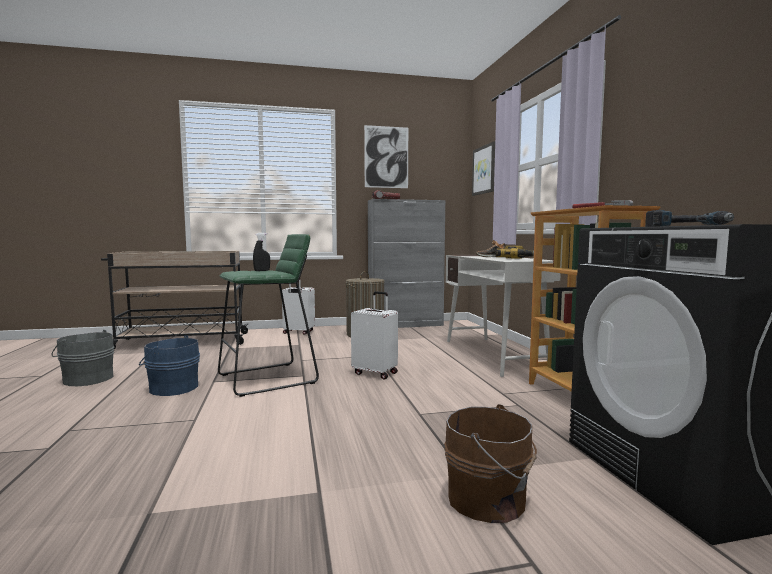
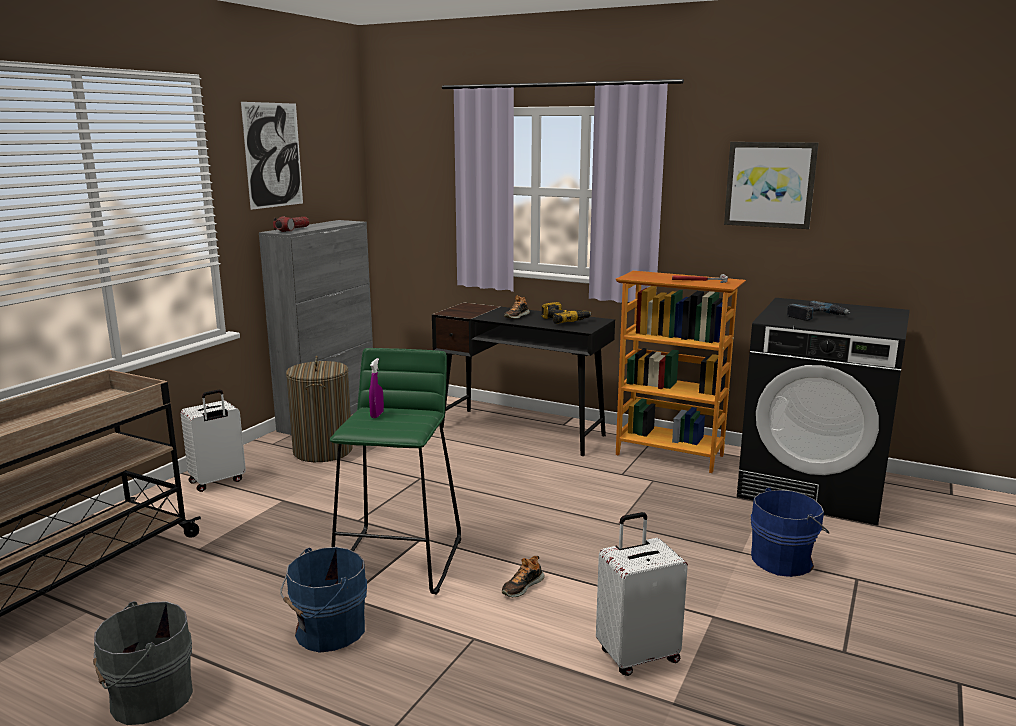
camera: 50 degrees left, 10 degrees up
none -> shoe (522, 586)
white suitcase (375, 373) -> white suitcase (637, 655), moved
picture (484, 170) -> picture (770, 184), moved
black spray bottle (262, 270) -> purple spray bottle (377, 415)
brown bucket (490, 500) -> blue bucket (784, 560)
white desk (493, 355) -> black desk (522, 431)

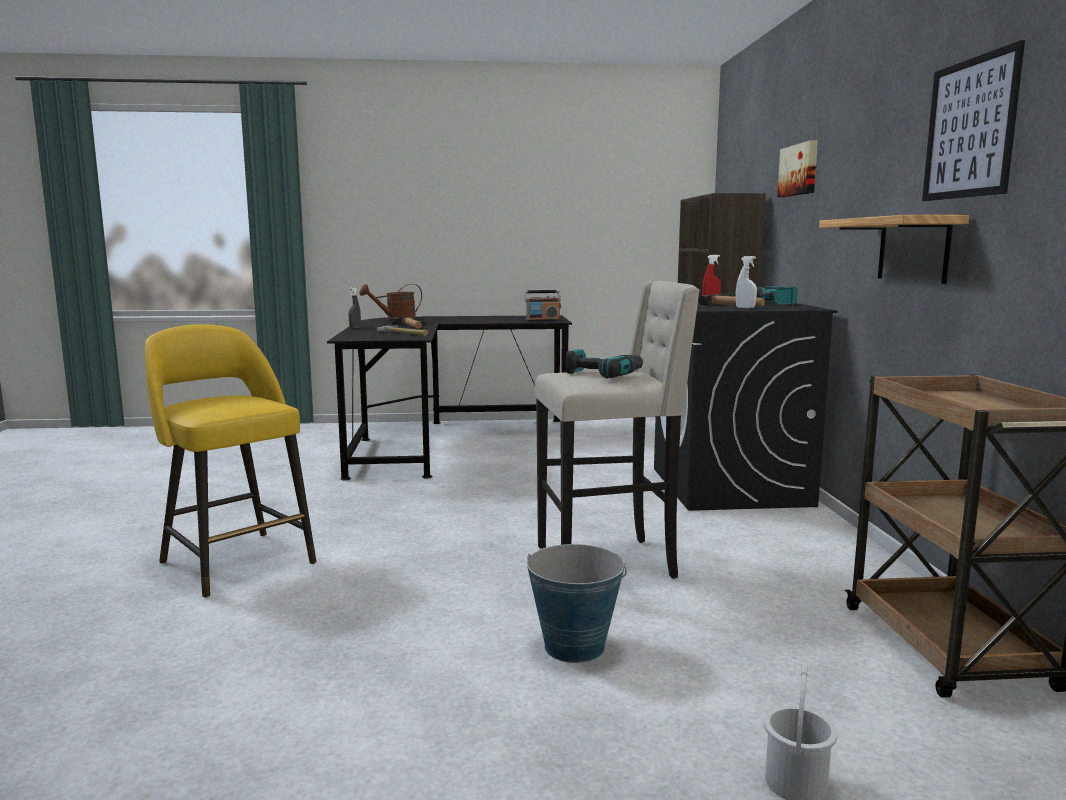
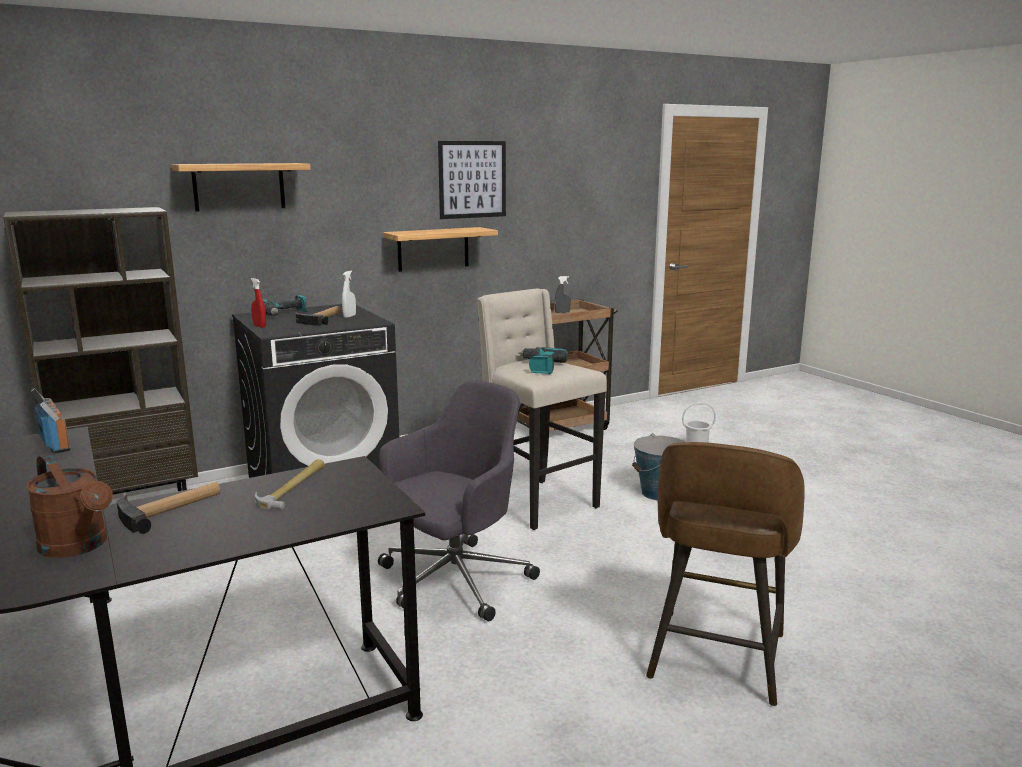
camera: 115 degrees left, 5 degrees up
none -> grey office chair (452, 581)
grey spray bottle (355, 328) -> grey spray bottle (562, 313), moved
picture (799, 170) -> shelf (239, 186)
yellow stool (235, 561) -> brown stool (715, 658)

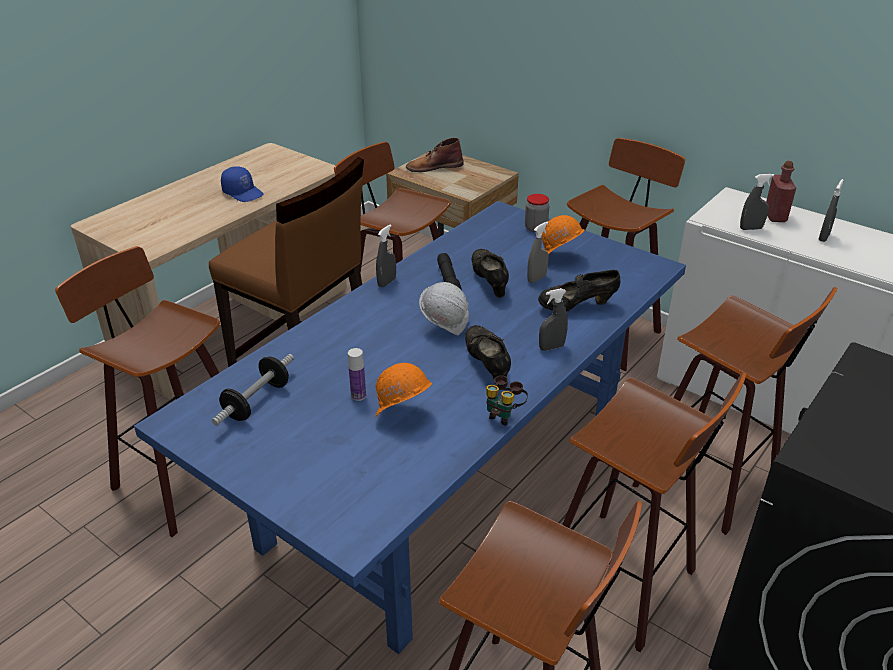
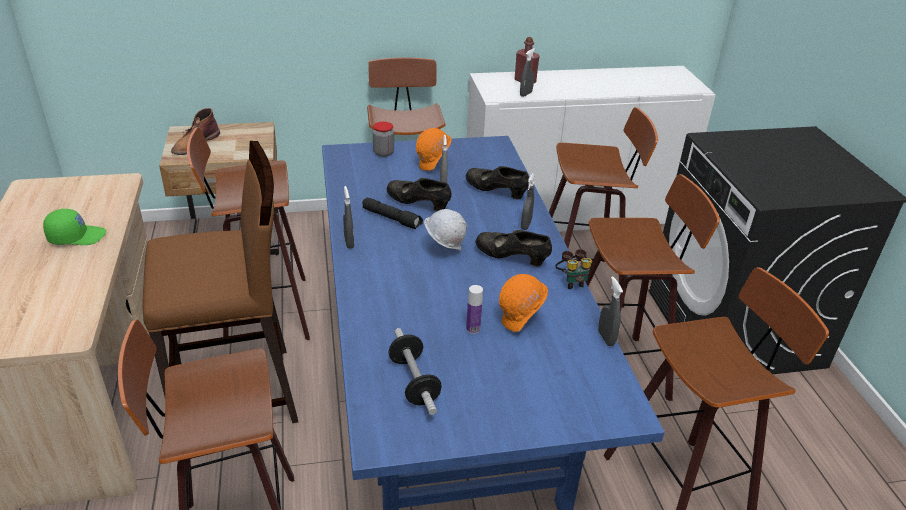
camera: 50 degrees left, 0 degrees up
grey spray bottle (824, 237) -> grey spray bottle (606, 338), moved
blue cap (243, 193) -> green cap (77, 236)
black shoe (577, 306) -> black shoe (496, 192), 90 degrees clockwise

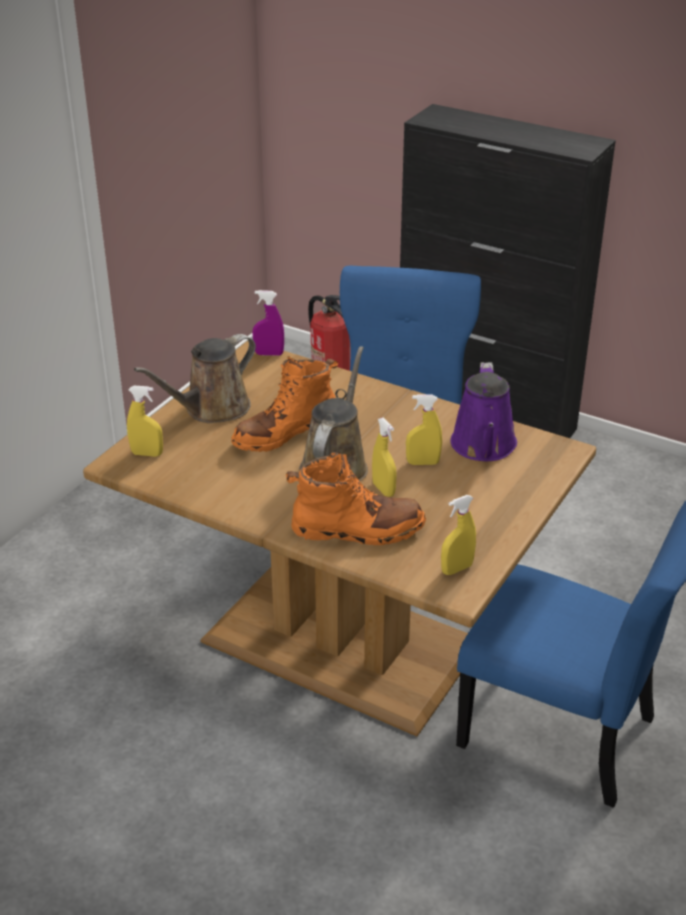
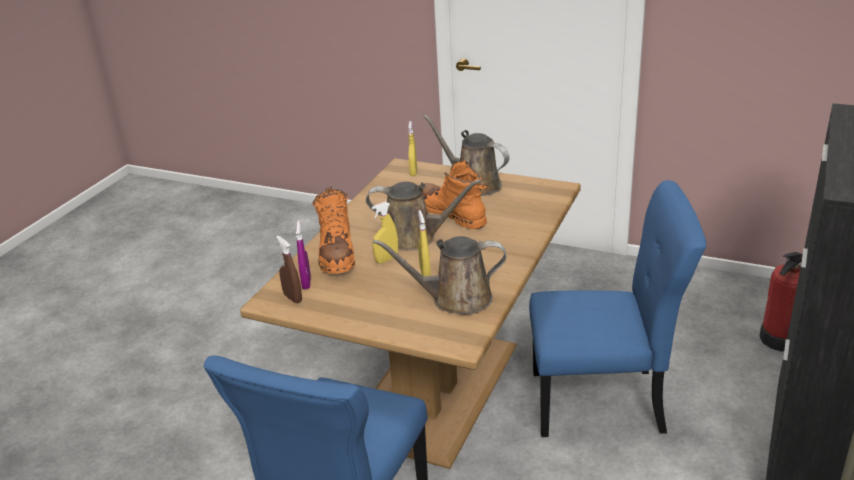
camera: 85 degrees right, 5 degrees down
purple spray bottle (269, 354) -> purple spray bottle (306, 283), moved
yellow spray bottle (457, 569) -> brown spray bottle (292, 298)
purple watering can (484, 447) -> brown watering can (455, 299)

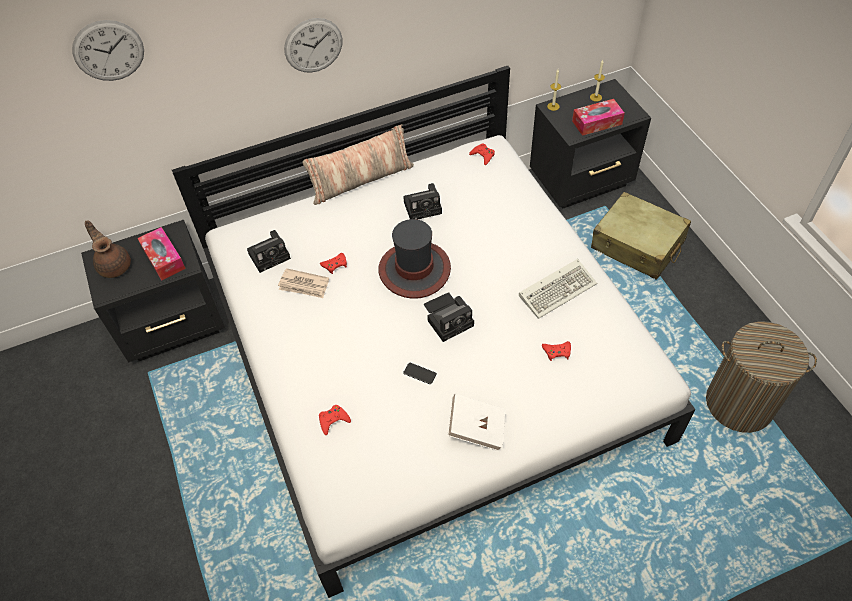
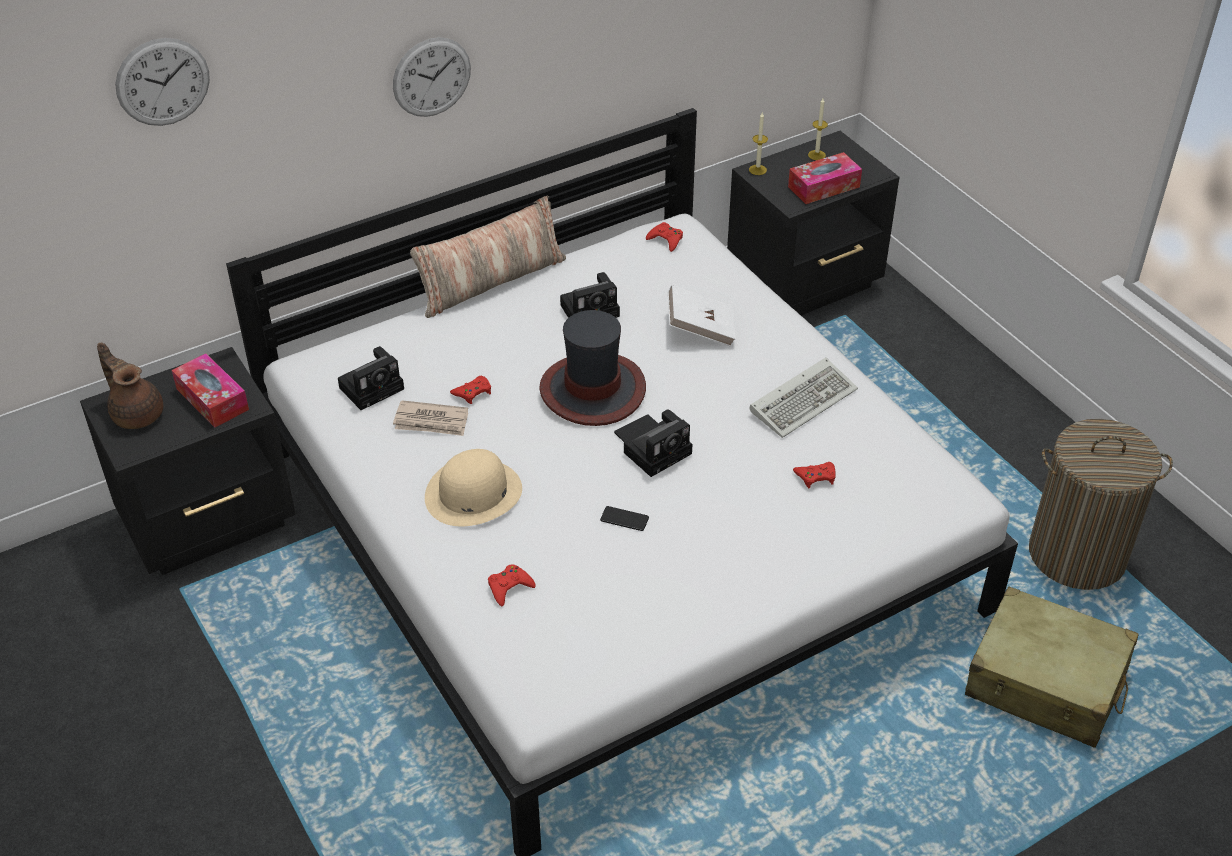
camera: 10 degrees left, 10 degrees down
none -> beige hat (473, 493)
white book (476, 428) -> white book (700, 329), moved
beige suitcase (637, 245) -> beige suitcase (1046, 683), moved

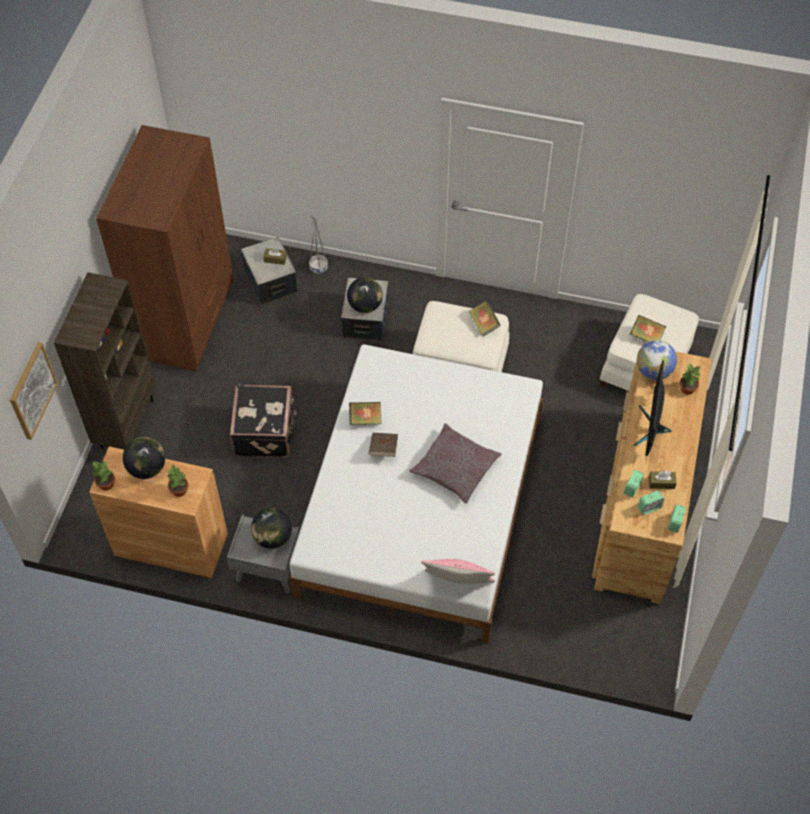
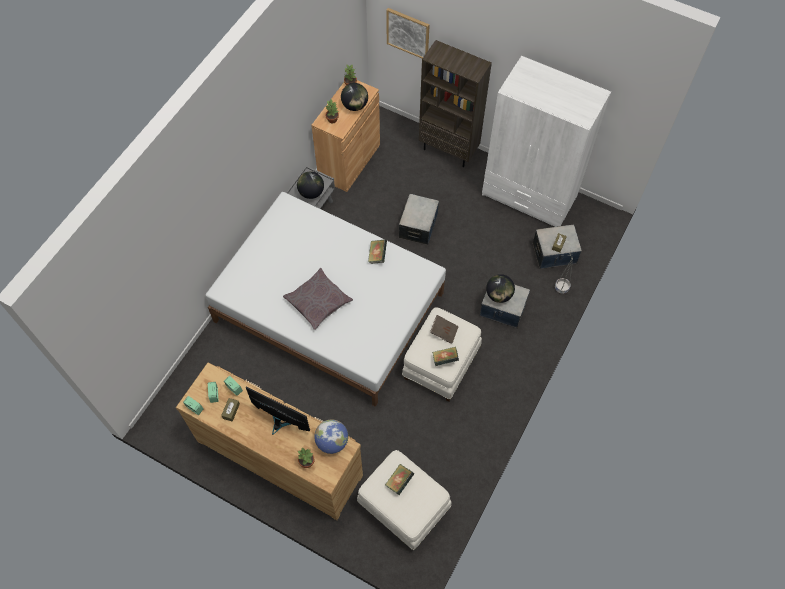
camera: 105 degrees right, 5 degrees up
pink pillow (457, 586) -> none
brown book (383, 449) -> brown book (444, 332), moved
black suitcase (265, 432) -> storage box (418, 226)
brown wardrobe (187, 319) -> white wardrobe (529, 196)

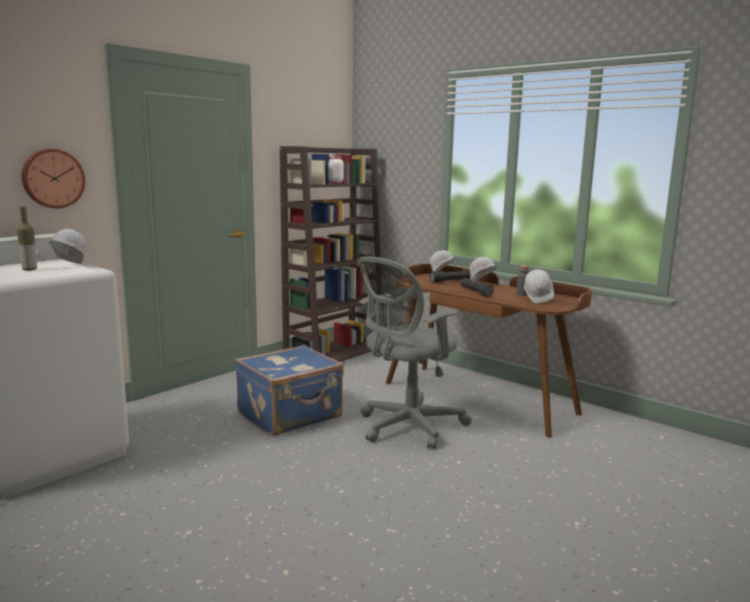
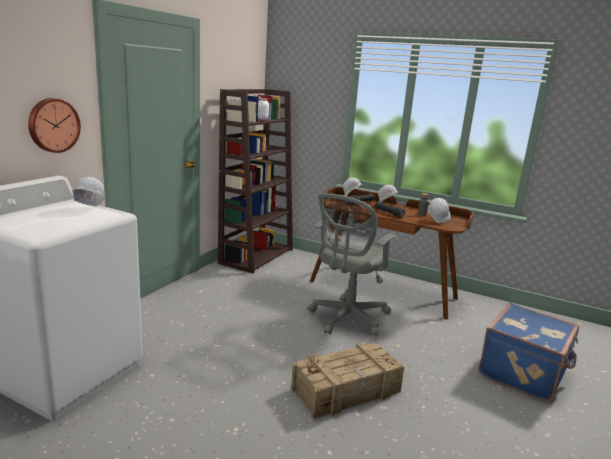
camera: 15 degrees left, 5 degrees up
bottle (29, 269) -> none
none -> crate (347, 390)
blue suitcase (291, 416) -> blue suitcase (524, 373), moved

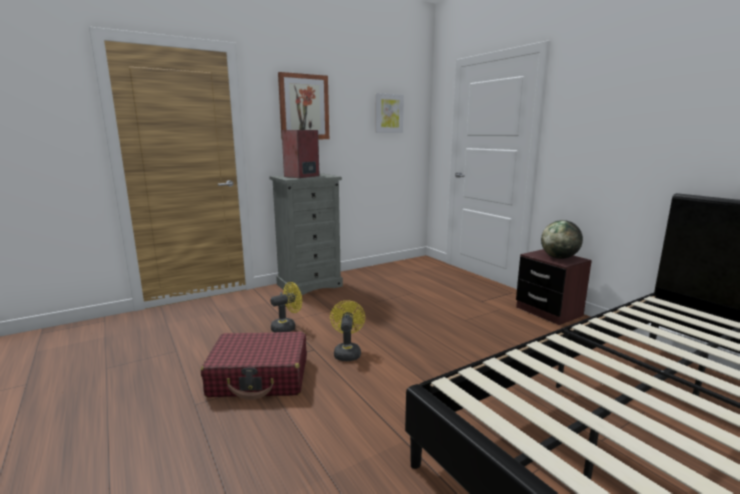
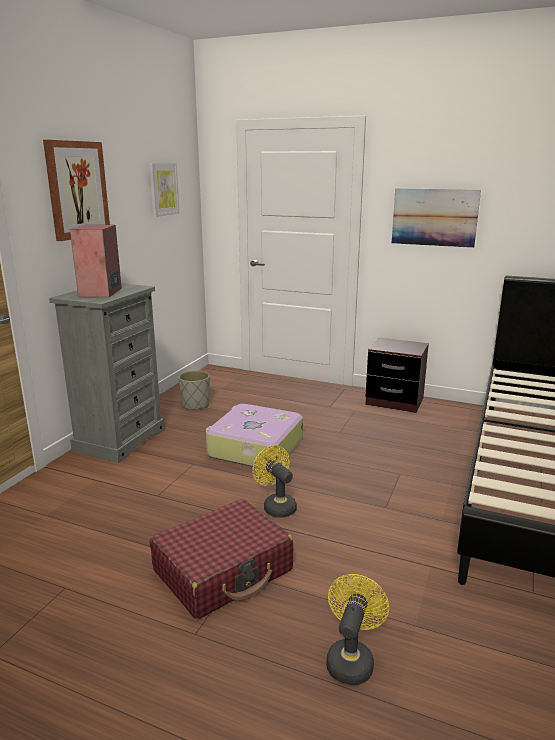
camera: 35 degrees left, 5 degrees up
globe (559, 258) -> none
none -> grey planter (195, 405)
none -> suitcase (254, 448)
none -> picture (434, 217)
yellow fan (287, 327) -> yellow fan (351, 659), moved

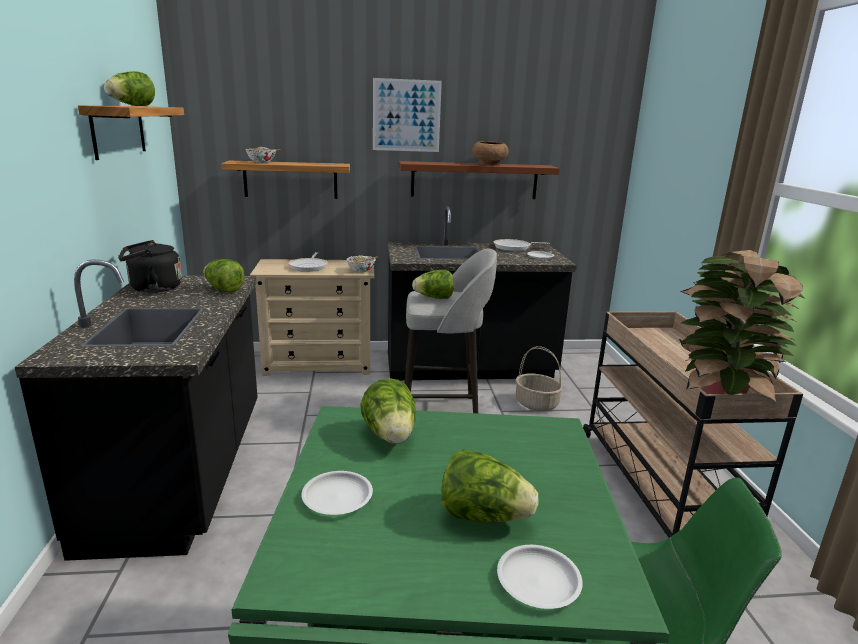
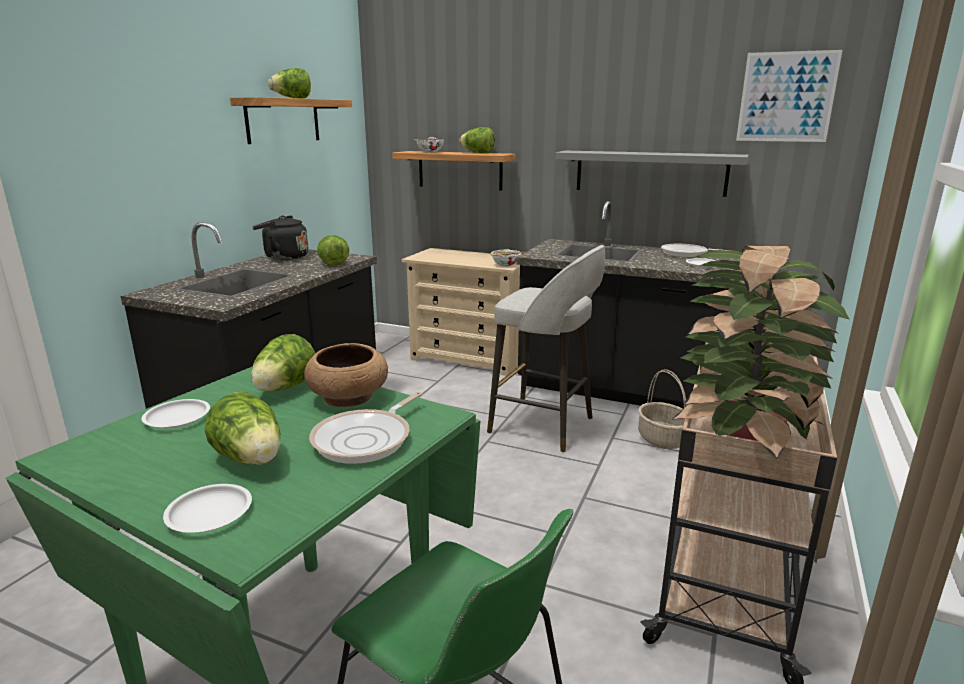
camera: 30 degrees right, 0 degrees up
frying pan (309, 266) -> frying pan (366, 439), moved
picture (406, 115) -> picture (786, 97), moved
lettuce (434, 298) -> lettuce (477, 153), moved
brown bowl (489, 164) -> brown bowl (349, 398), moved
brown shelf (474, 180) -> grey shelf (650, 172)

